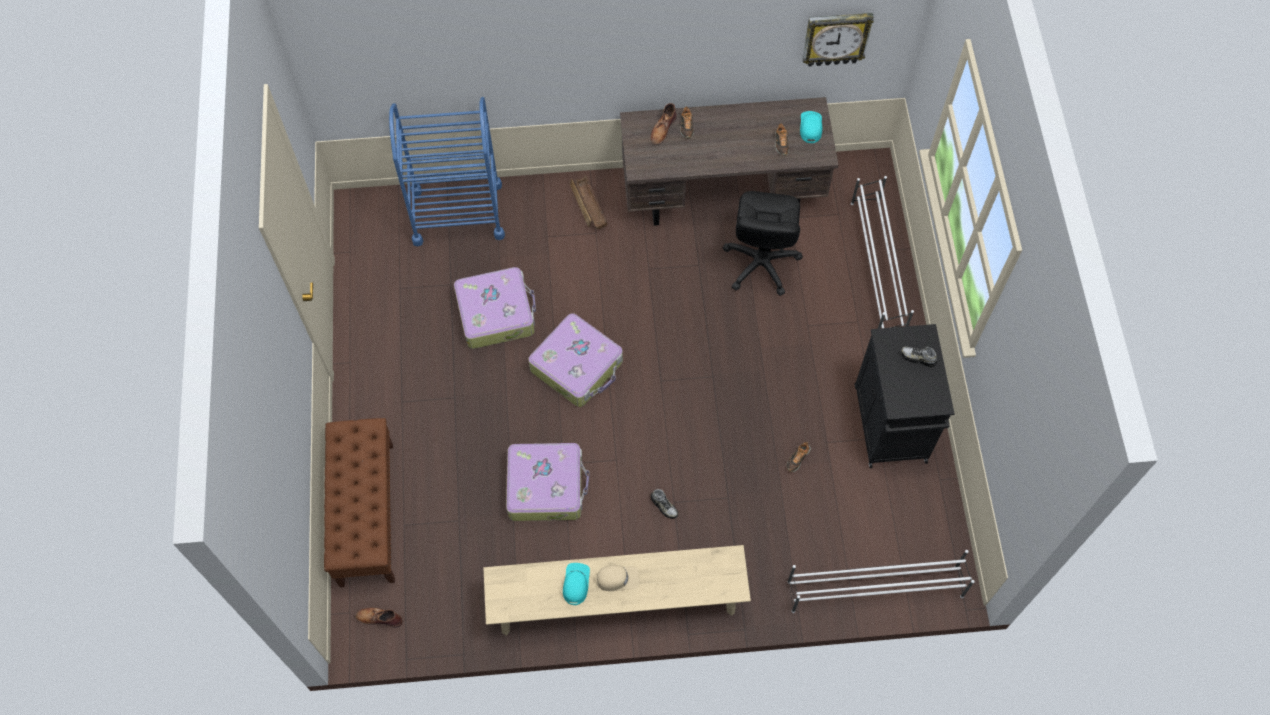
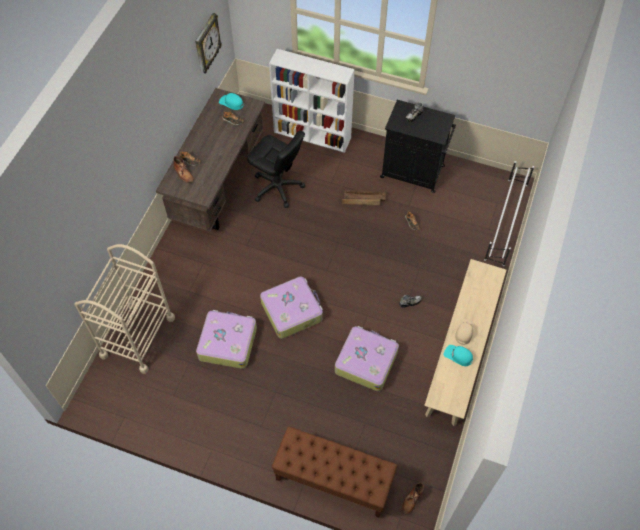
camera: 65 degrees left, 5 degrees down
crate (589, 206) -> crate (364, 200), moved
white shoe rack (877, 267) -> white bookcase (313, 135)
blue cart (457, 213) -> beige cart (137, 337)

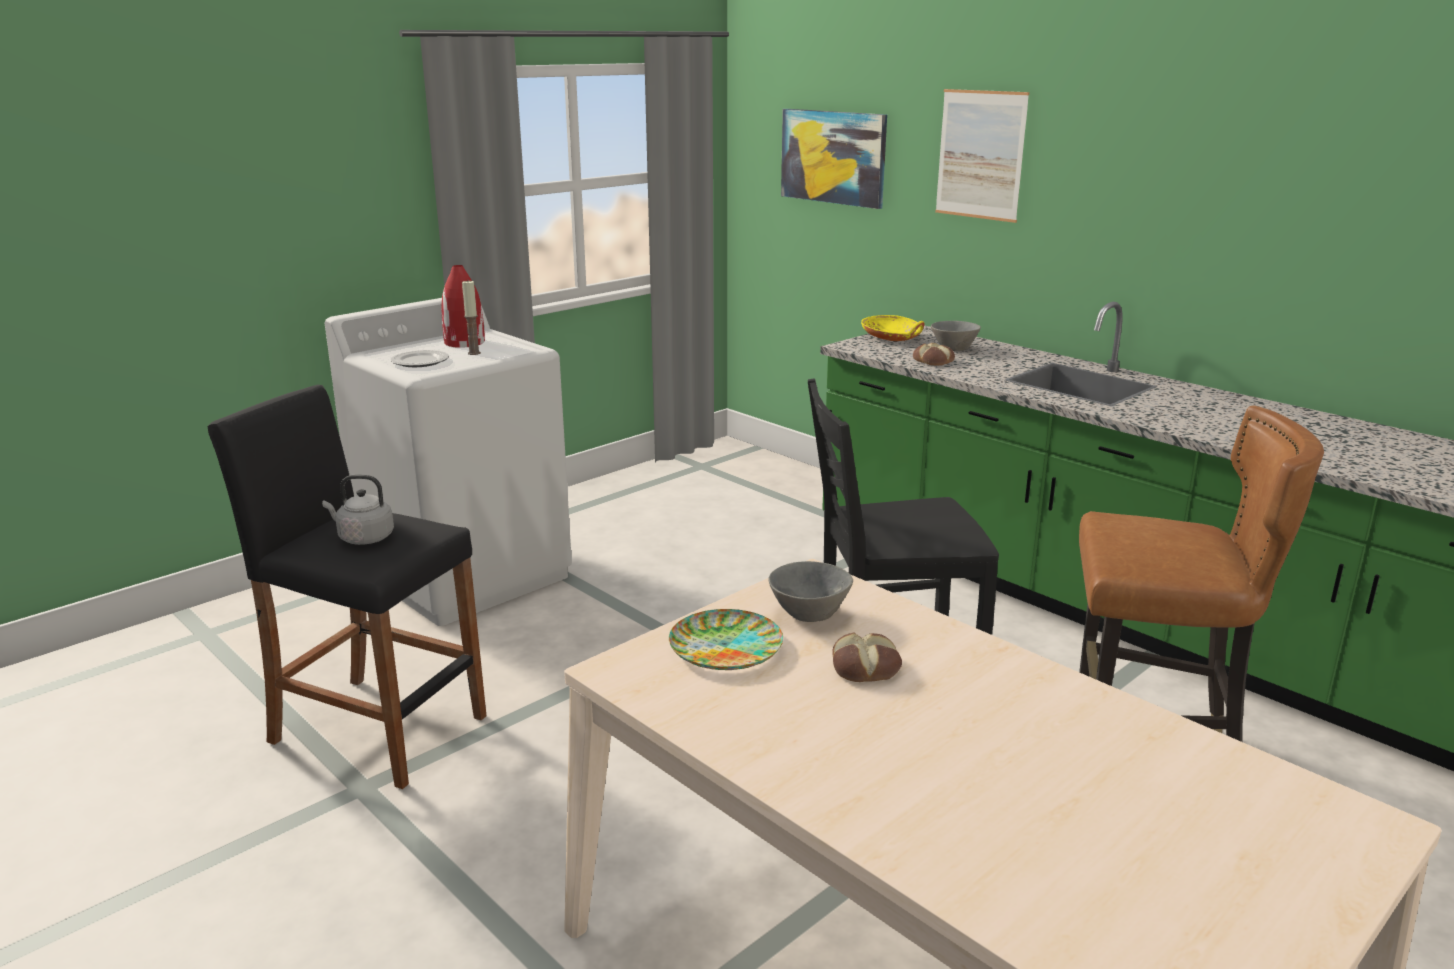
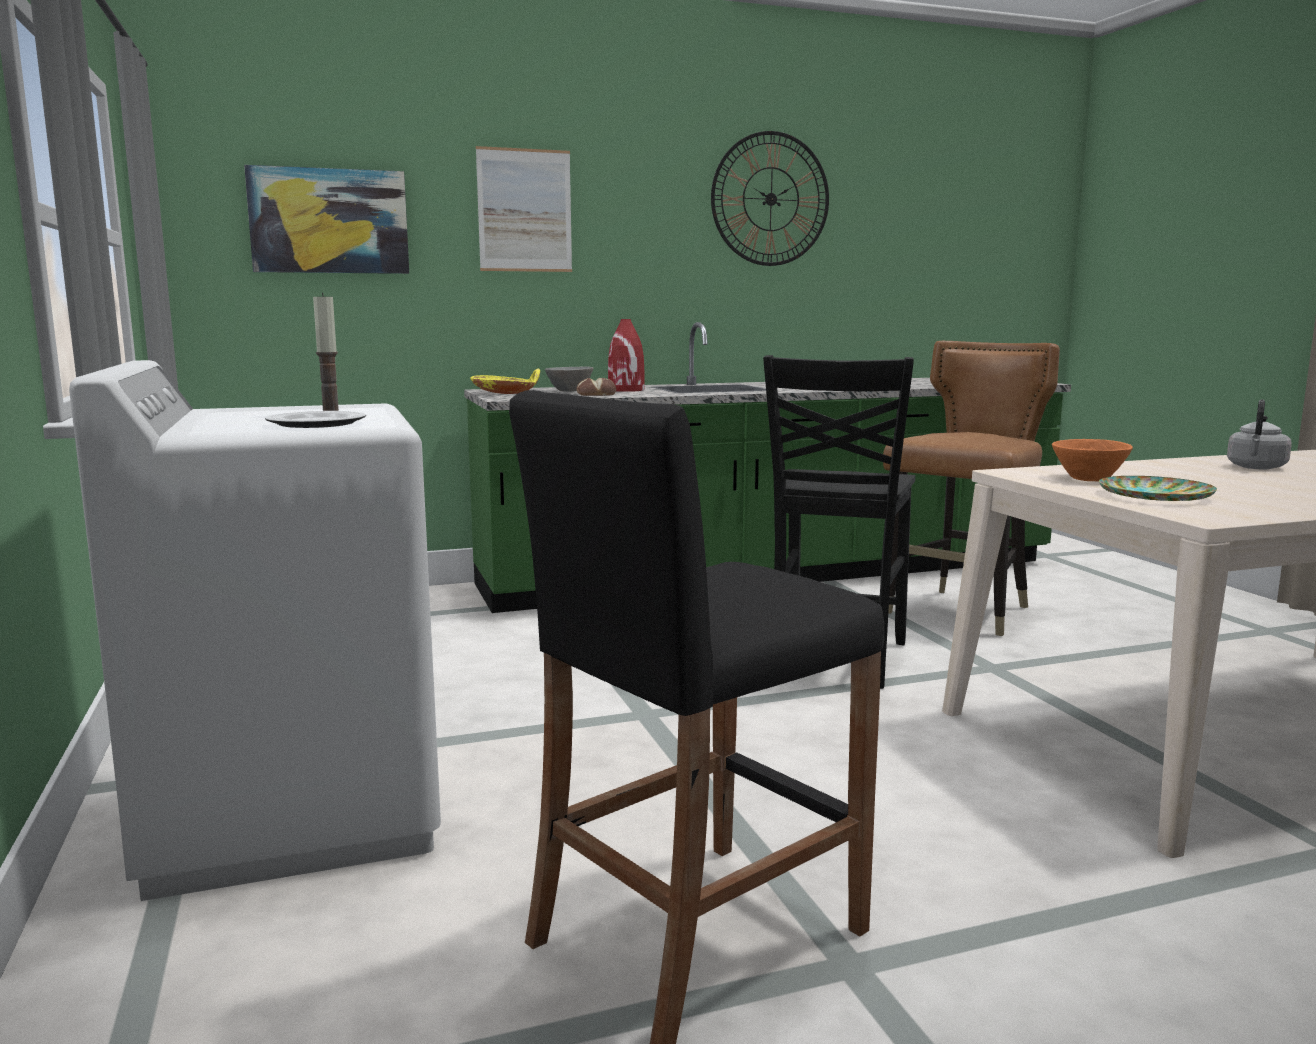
camera: 65 degrees left, 10 degrees down
bread (866, 666) -> none
none -> wall clock (770, 199)
grey kettle (363, 538) -> grey kettle (1256, 468), moved
red vase (464, 342) -> red vase (626, 390), moved
grey bowl (808, 612) -> orange bowl (1086, 478)

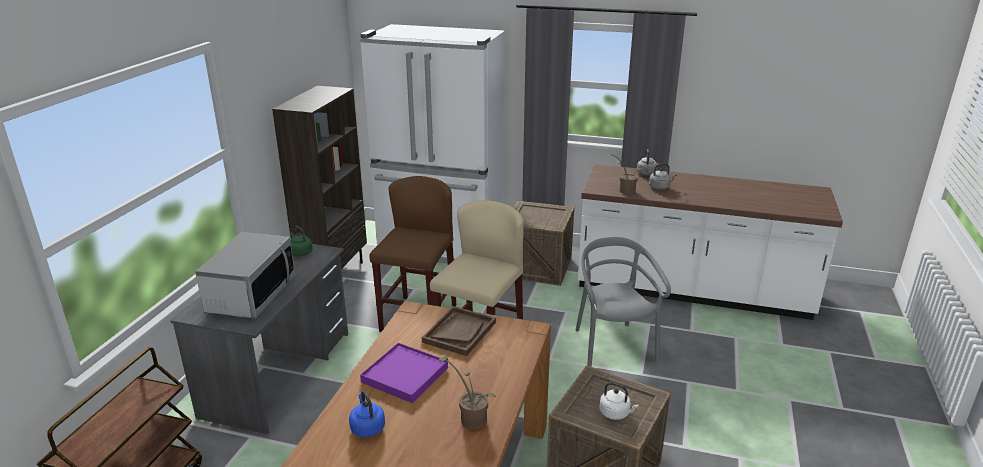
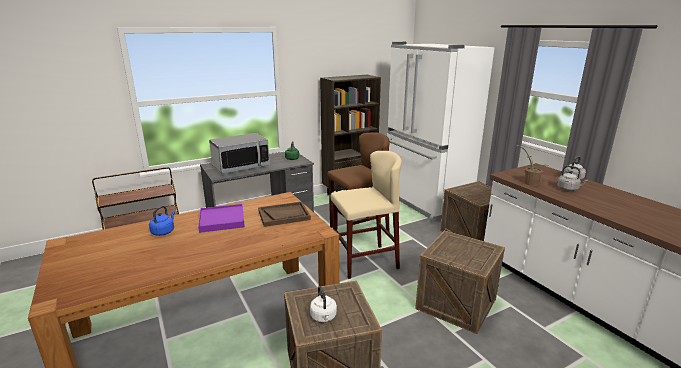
camera: 45 degrees right, 5 degrees down
potted plant (471, 418) -> none
grey chair (613, 347) -> crate (456, 304)

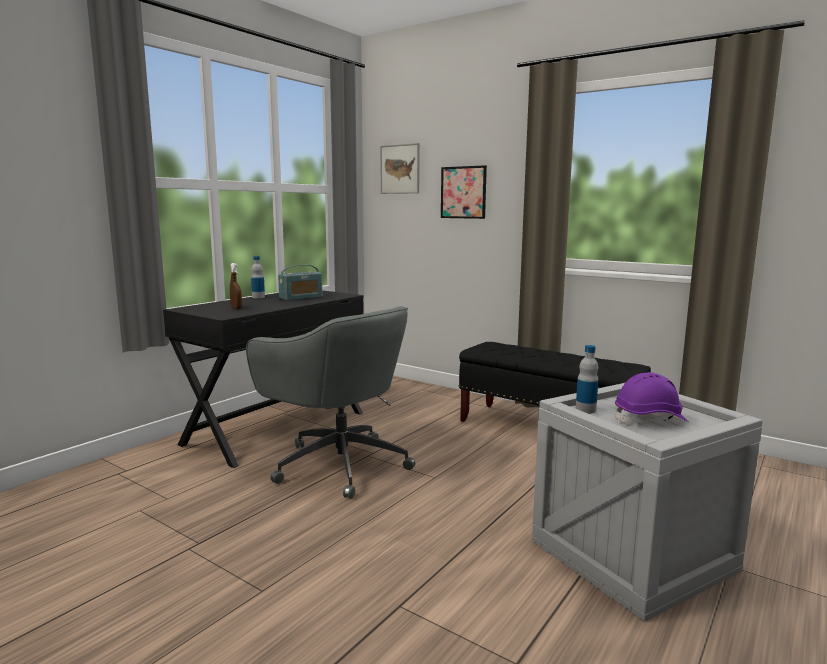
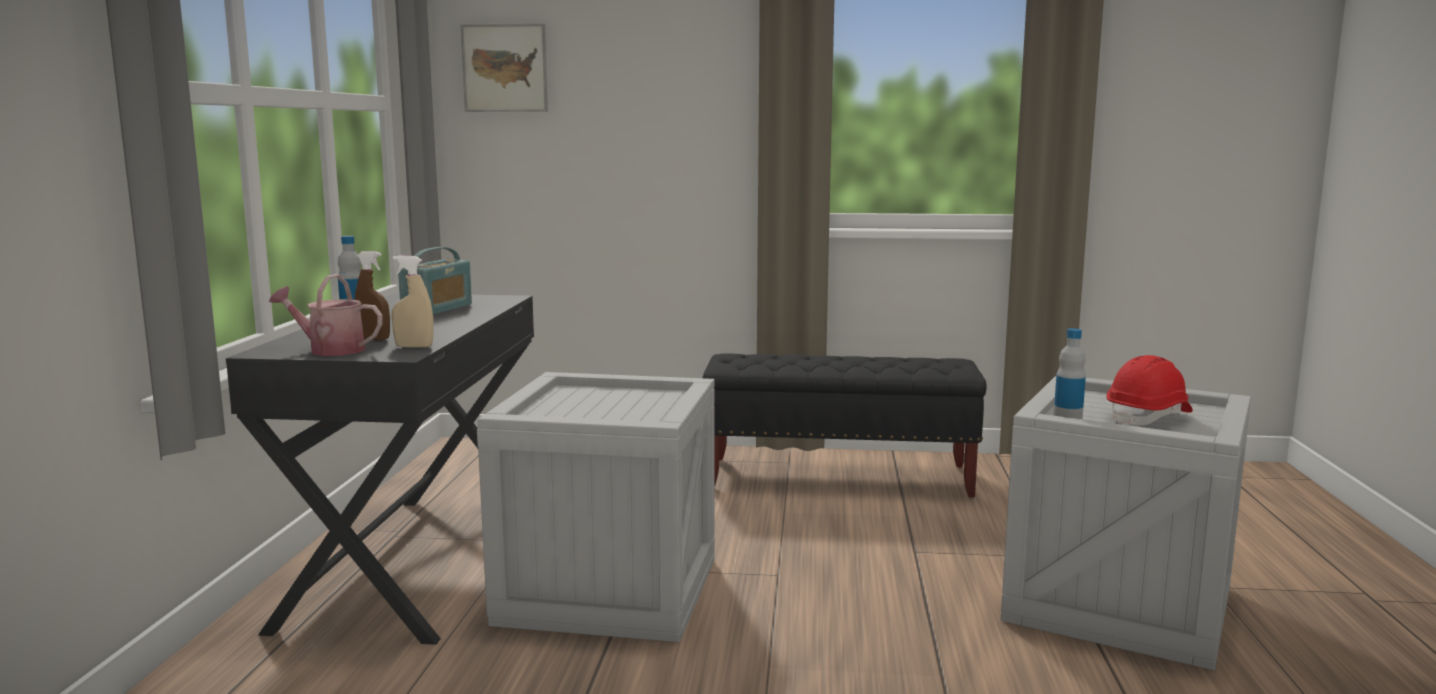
camera: 30 degrees left, 0 degrees up
picture (463, 192) -> none
none -> watering can (330, 350)
none -> beige spray bottle (414, 346)
grey office chair (338, 464) -> crate (610, 592)
purple hard hat (650, 420) -> red hard hat (1148, 417)

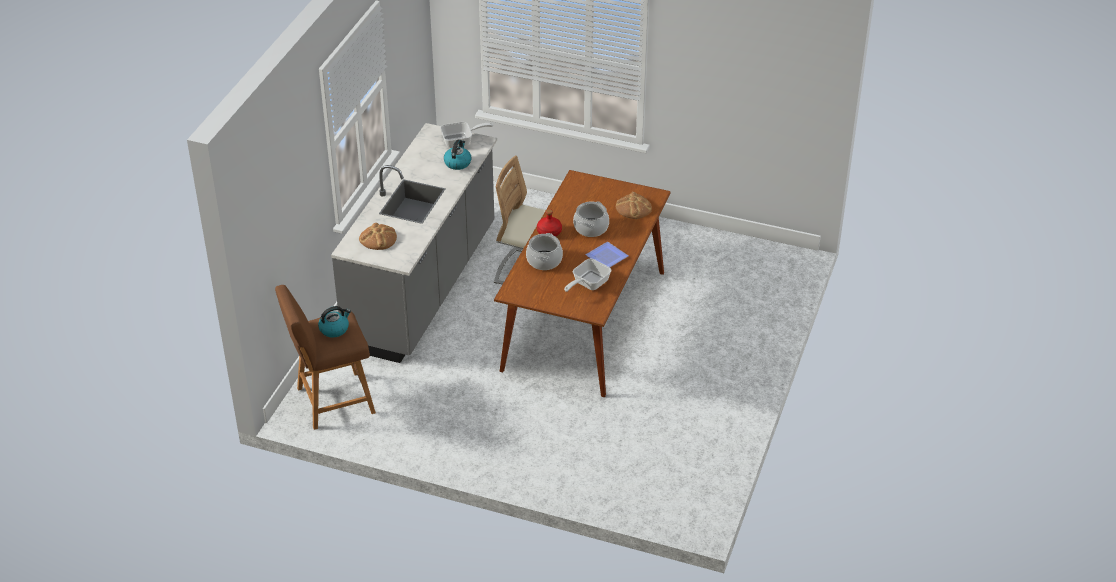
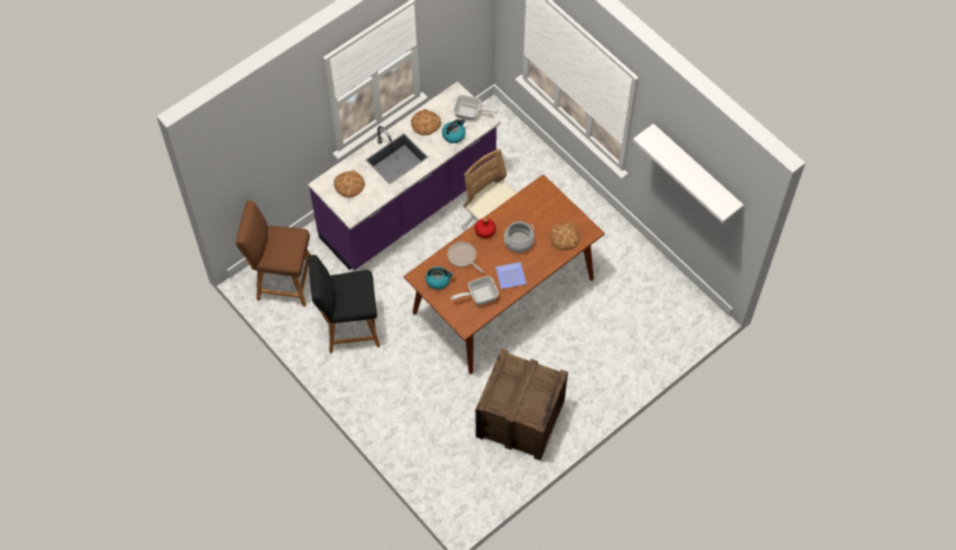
camera: 30 degrees right, 20 degrees up
none -> black stool (348, 327)
none -> bread (425, 123)
none -> crate (520, 418)
none -> white shelf (696, 171)
kettle (334, 329) -> kettle (438, 280), moved
cooking pot (544, 261) -> frying pan (463, 257)
grey counter (424, 287) -> purple counter (409, 207)

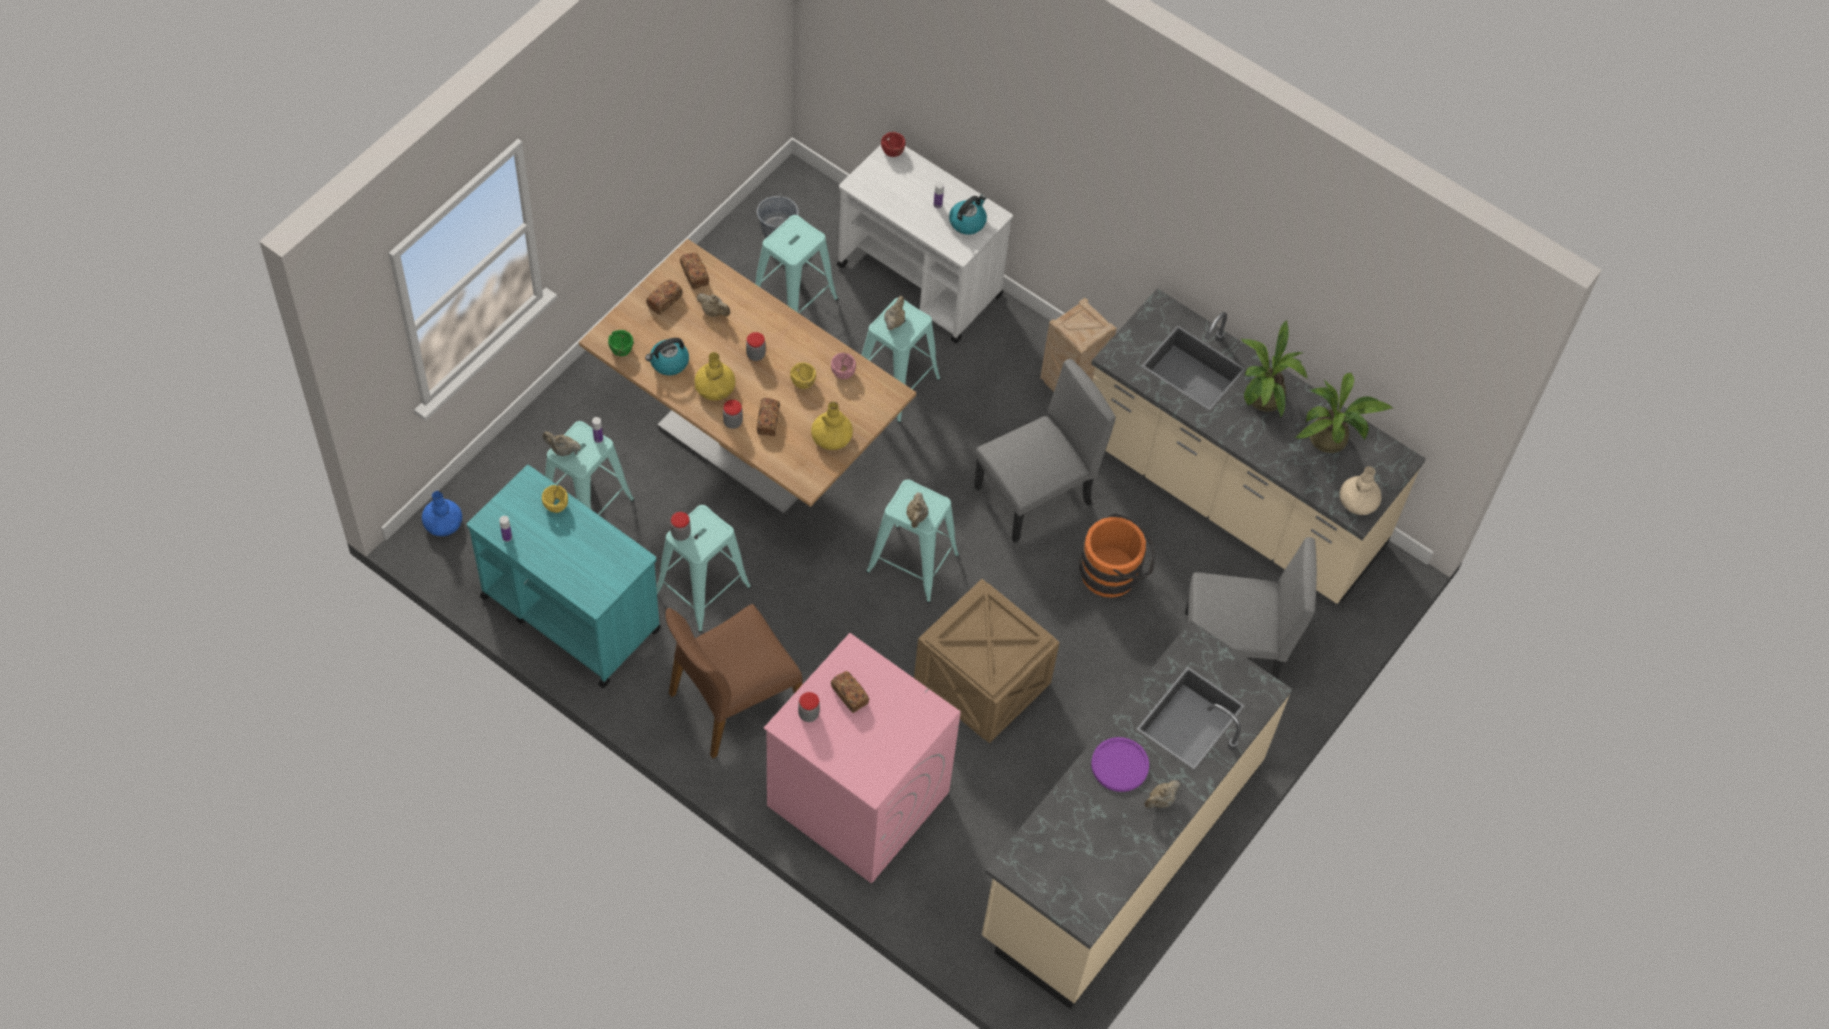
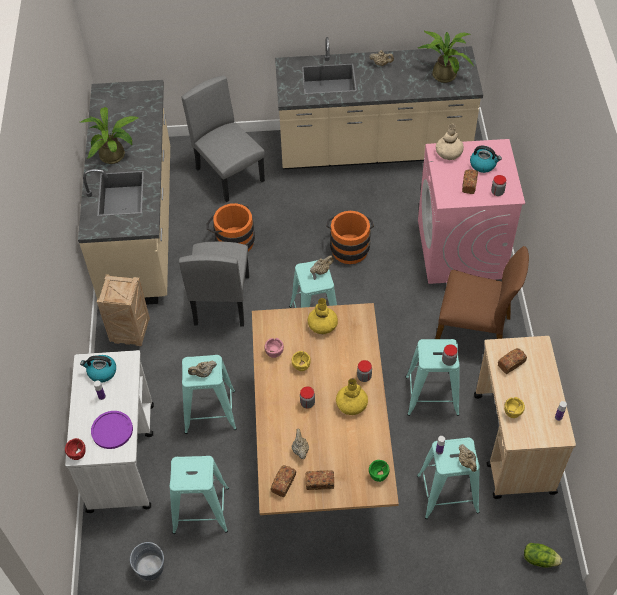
camera: 125 degrees left, 5 degrees down
kettle (668, 363) -> kettle (483, 165), moved
bread (768, 421) -> bread (511, 363), moved
purple plate (1119, 765) -> purple plate (112, 430), moved
potted plant (1333, 440) -> potted plant (442, 73), moved
beige vase (1358, 501) -> beige vase (448, 153), moved
blue vase (443, 523) -> lettuce (539, 559)
crate (983, 683) -> orange bucket (349, 246)
turquoise cart (570, 612) -> beige cart (513, 444)
grey chair (1033, 496) -> grey chair (221, 300), 105 degrees counterclockwise

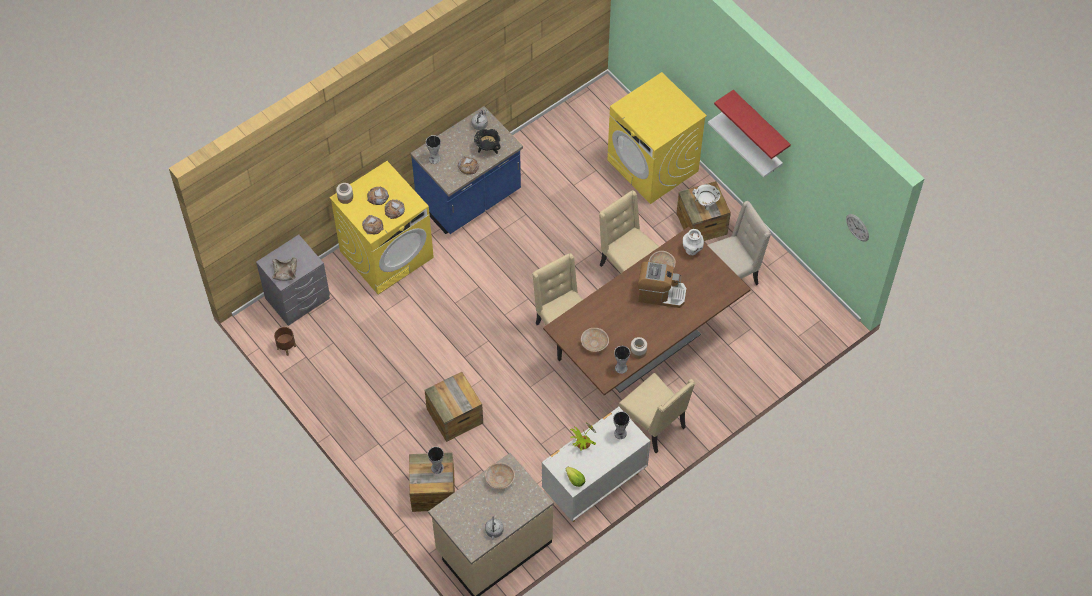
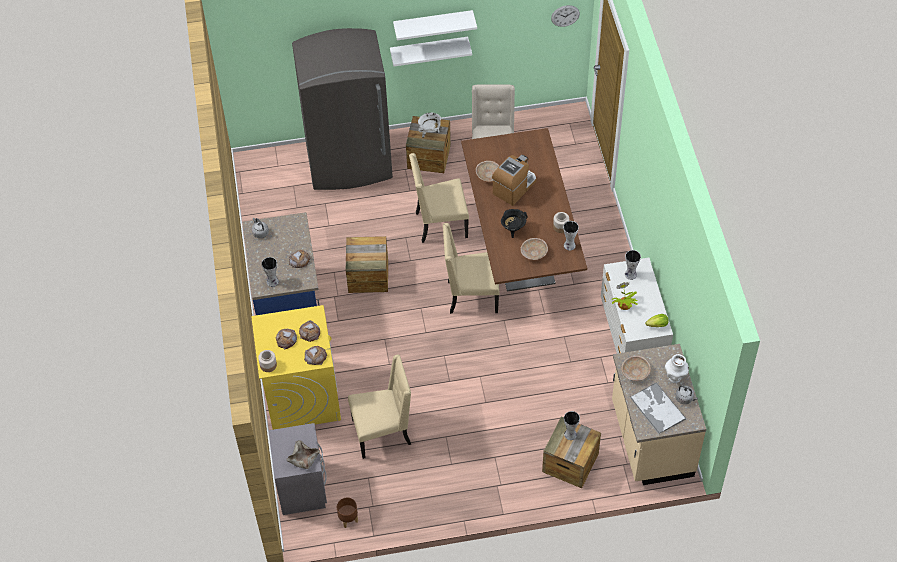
camera: 60 degrees left, 5 degrees down
none -> tray (657, 408)
crate (455, 416) -> crate (368, 276), moved
black cooking pot (488, 149) -> black cooking pot (513, 229), moved
beige chair (654, 425) -> beige chair (383, 432), moved
white vase (691, 250) -> white vase (675, 378), moved
yellow washing machine (653, 166) -> grey fridge (349, 163)
red shelf (760, 124) -> white shelf (433, 24)

